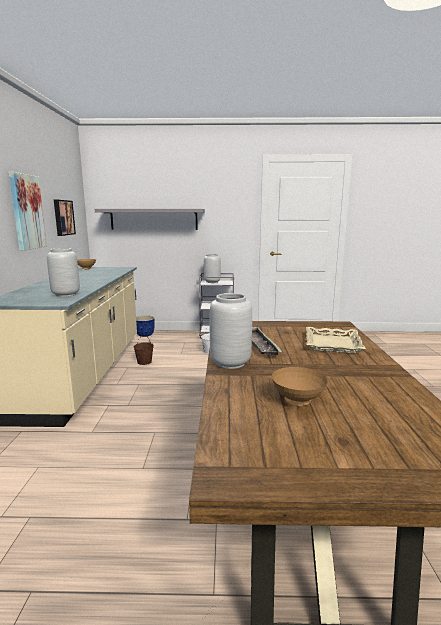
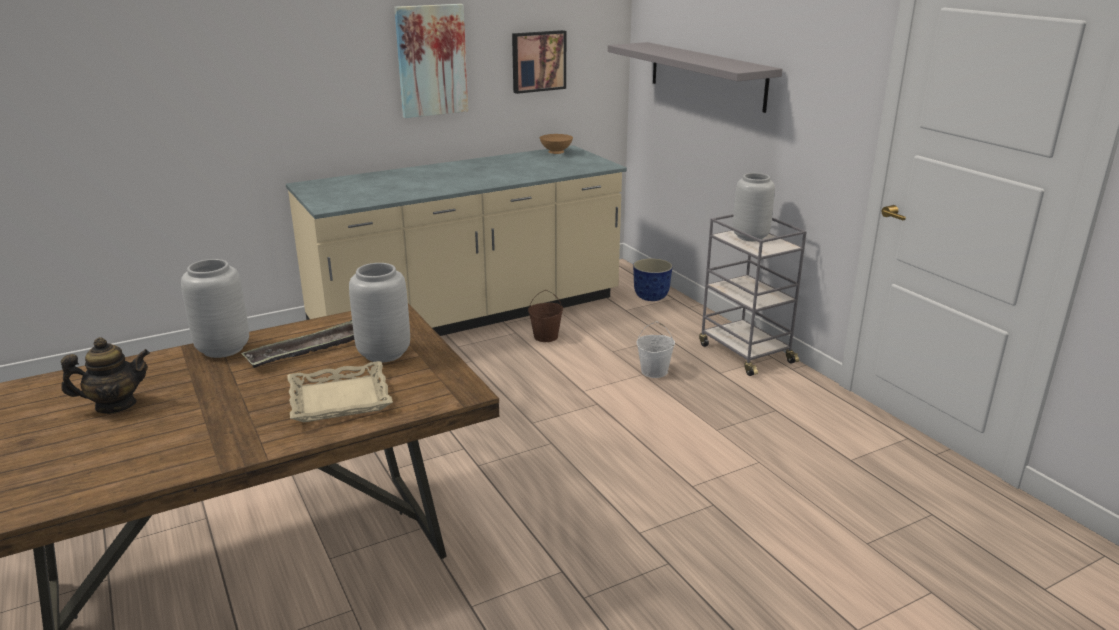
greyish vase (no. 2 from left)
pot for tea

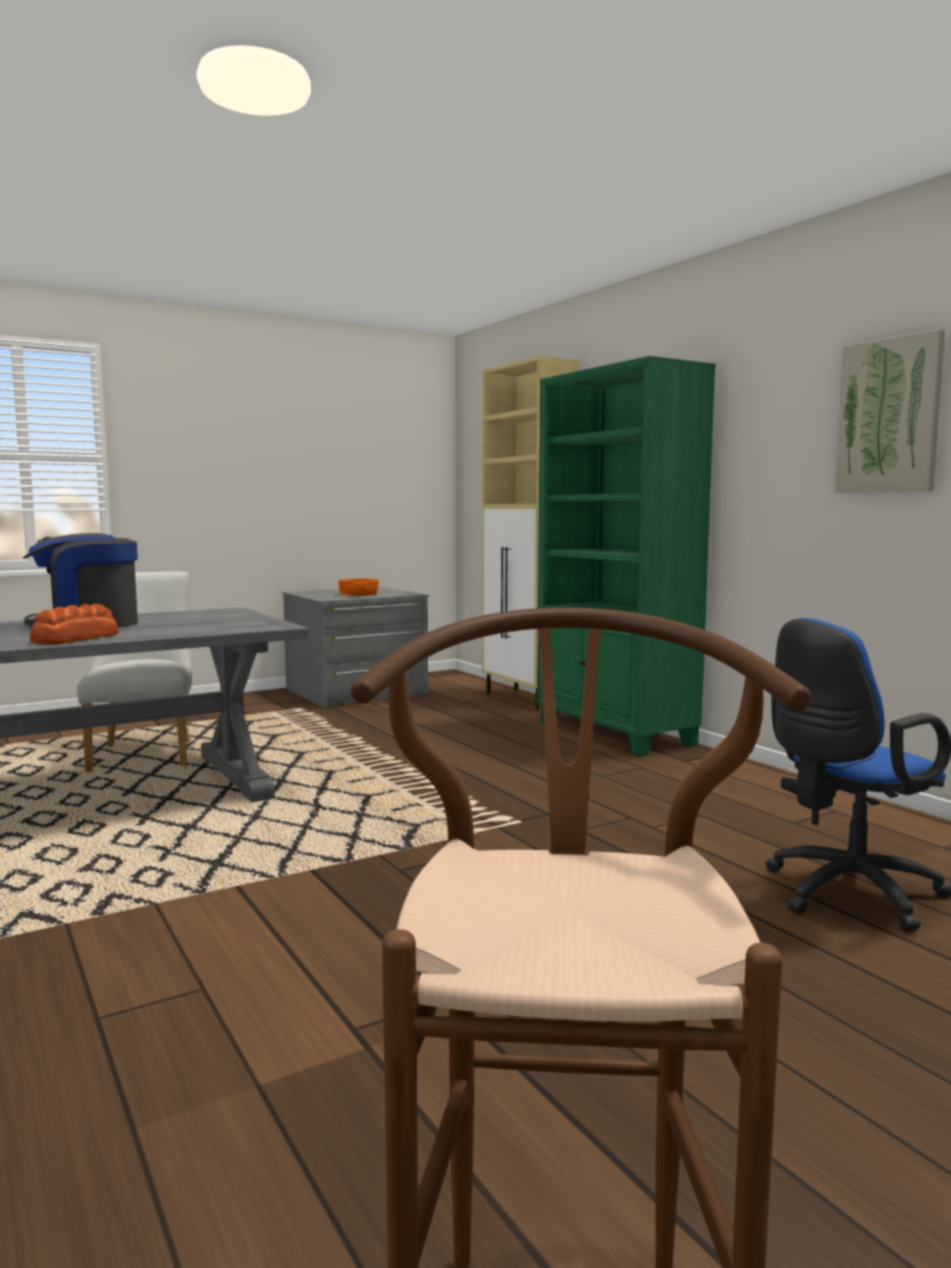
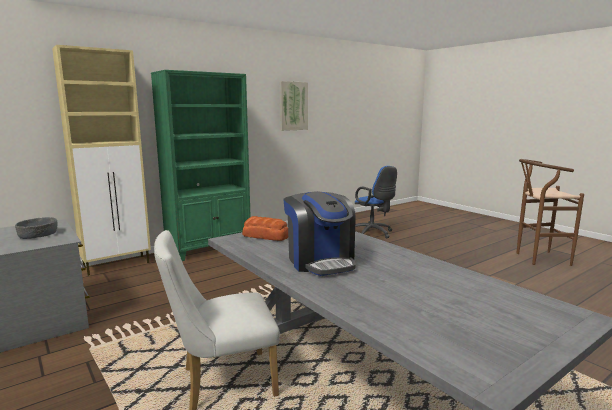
bakery bread
greyish deep dish

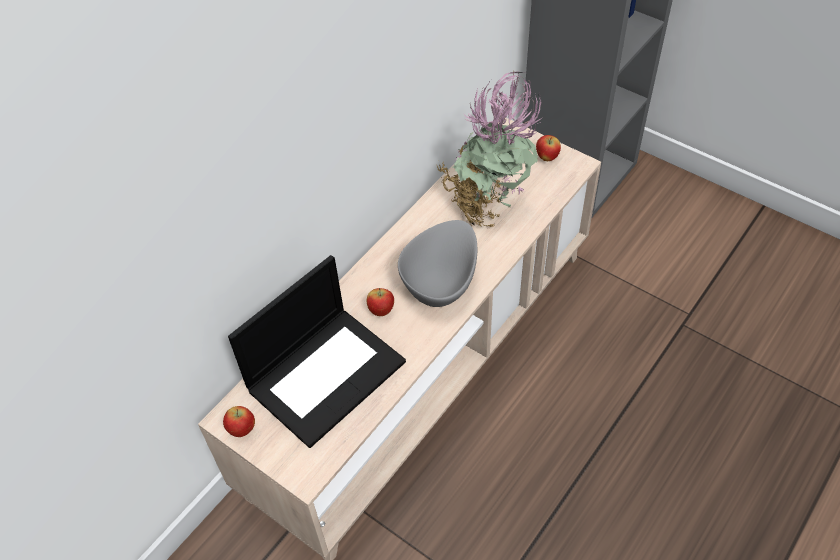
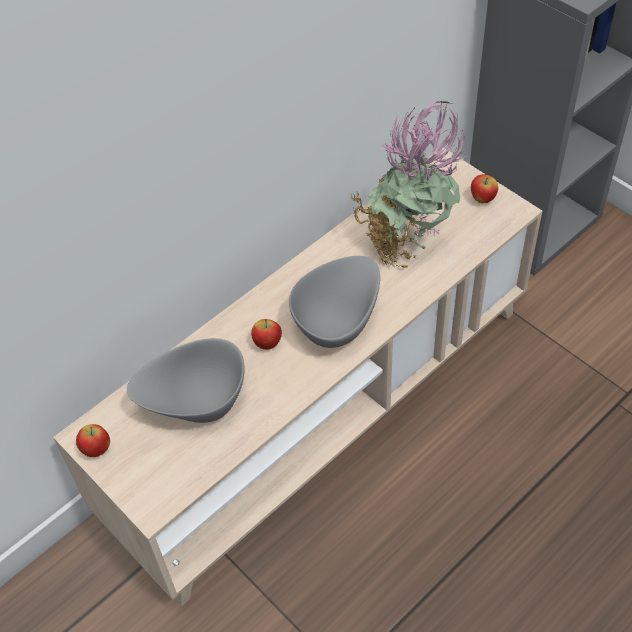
greyish deep dish (no. 1 from left)

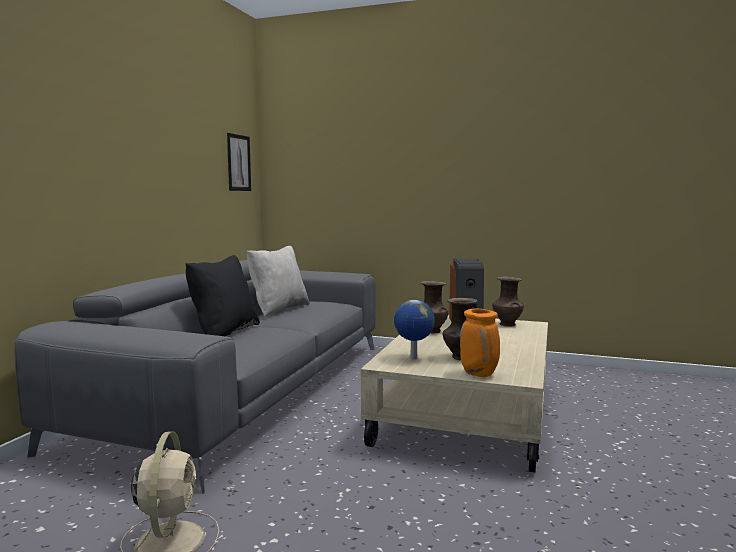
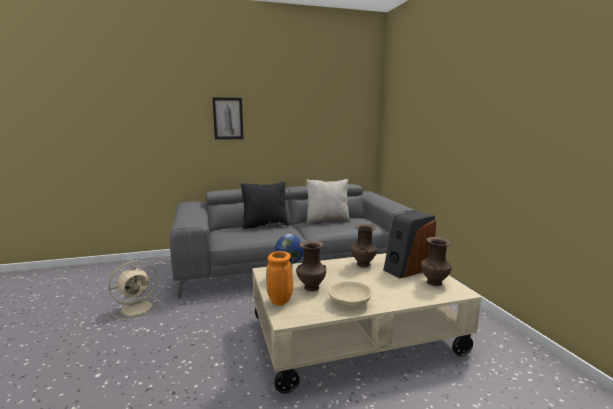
sand-coloured deep dish
picture

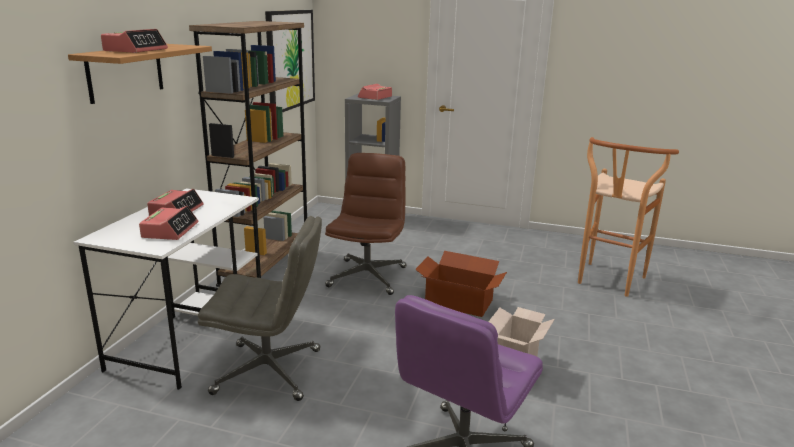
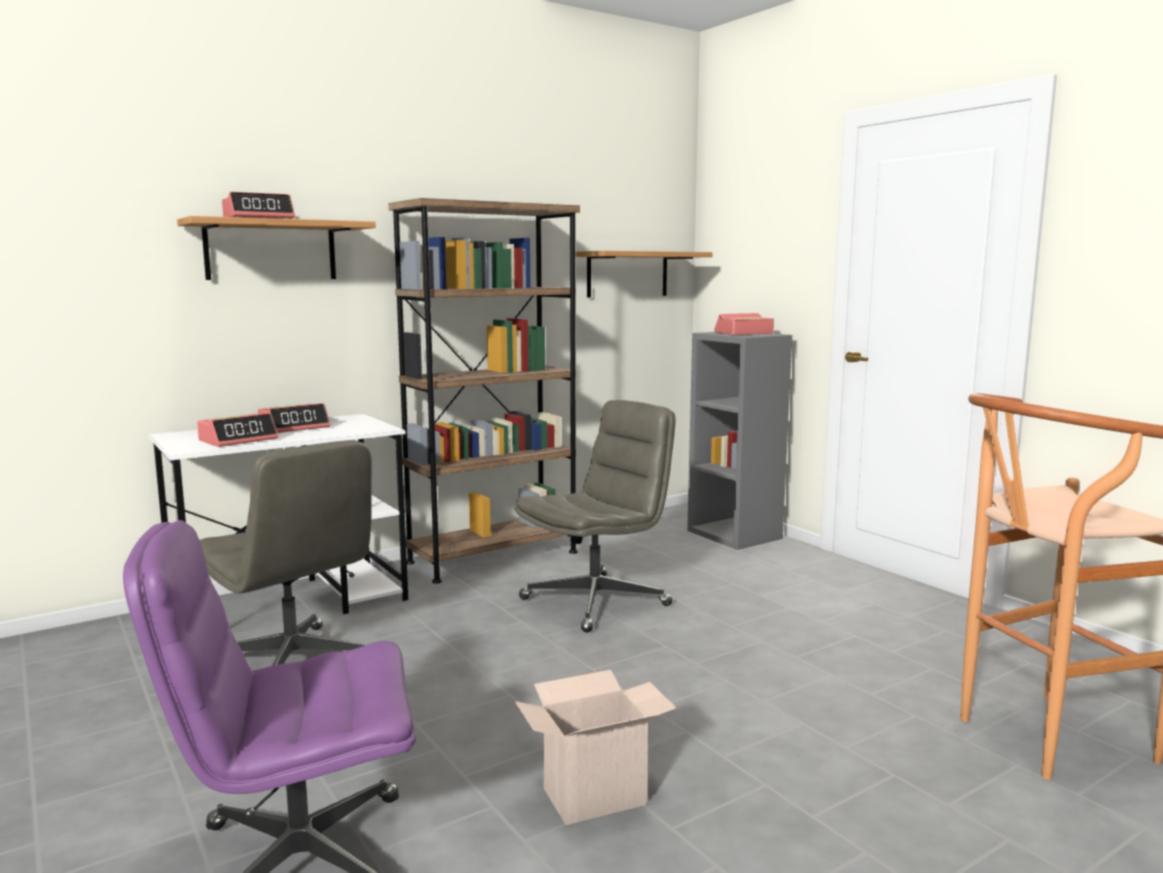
carton (no. 1 from left in the first image)
shelf (no. 2 from left)
greyish desk chair (no. 2 from left)

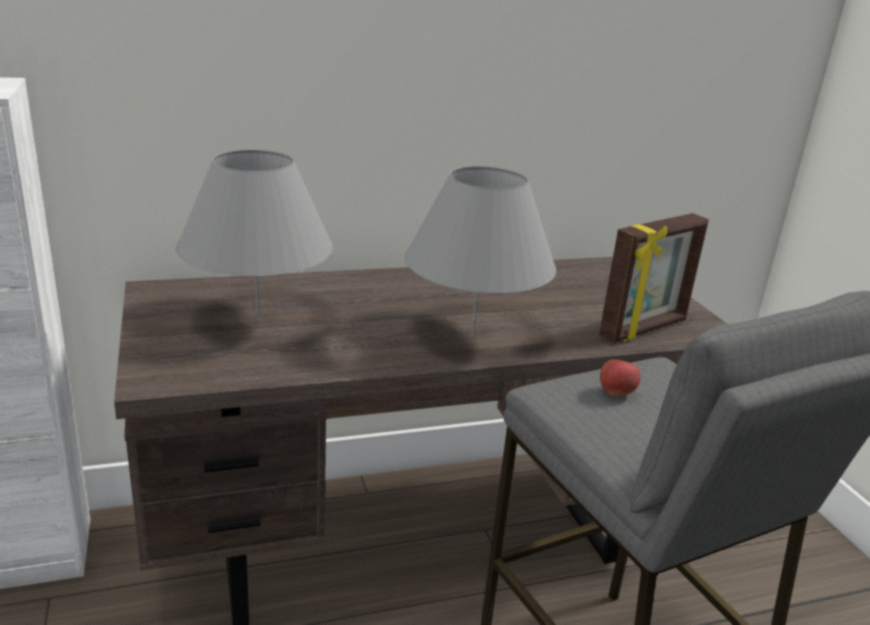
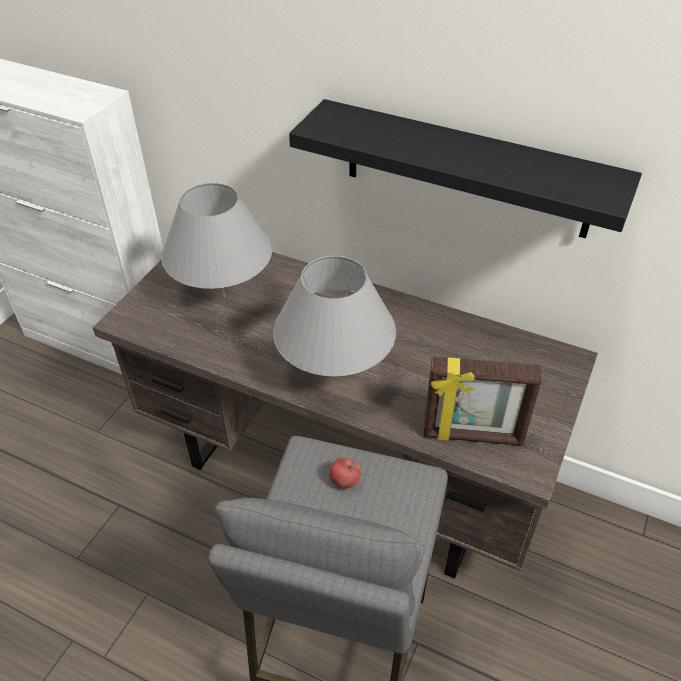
black-coloured shelf

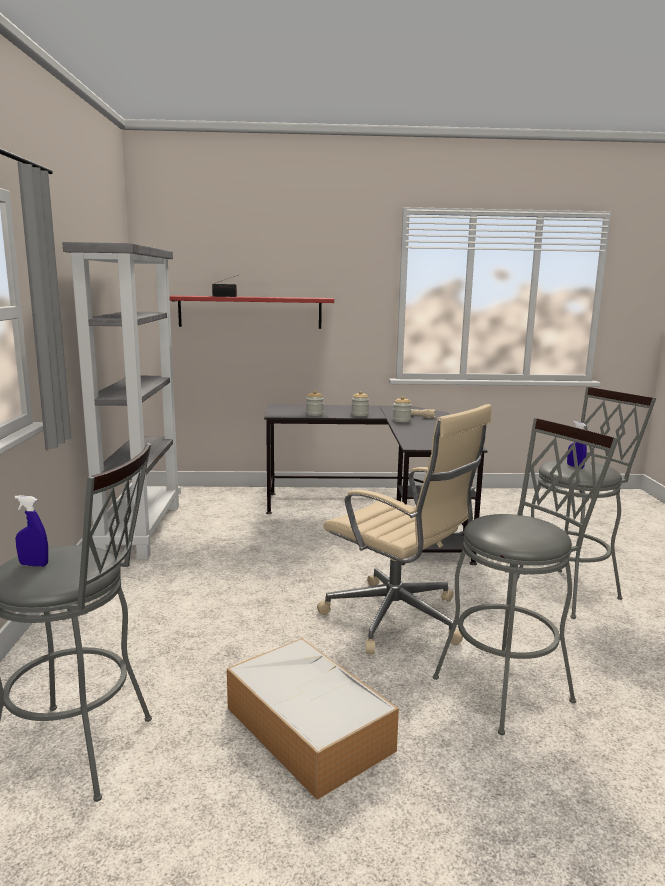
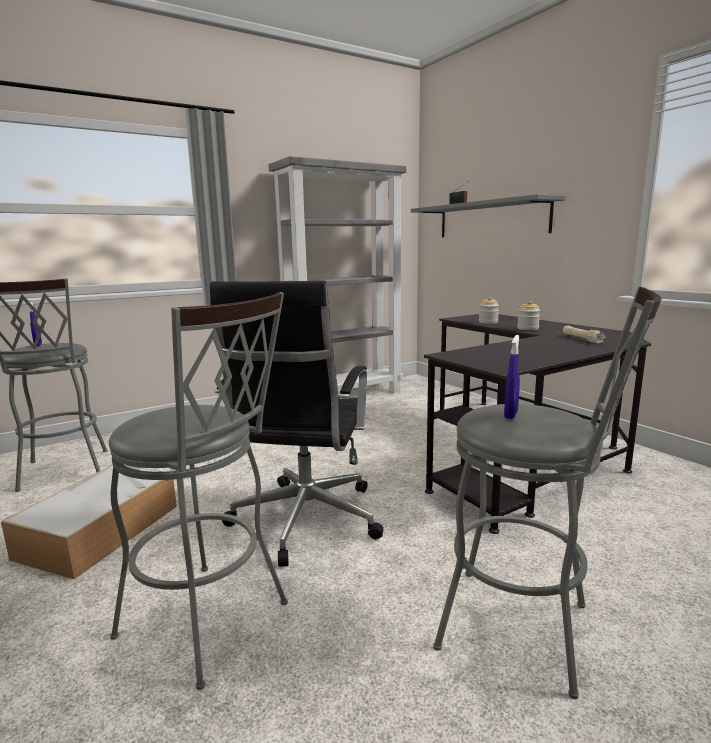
preserve jar (no. 3 from left in the first image)
greyish shelf
black-coloured desk chair

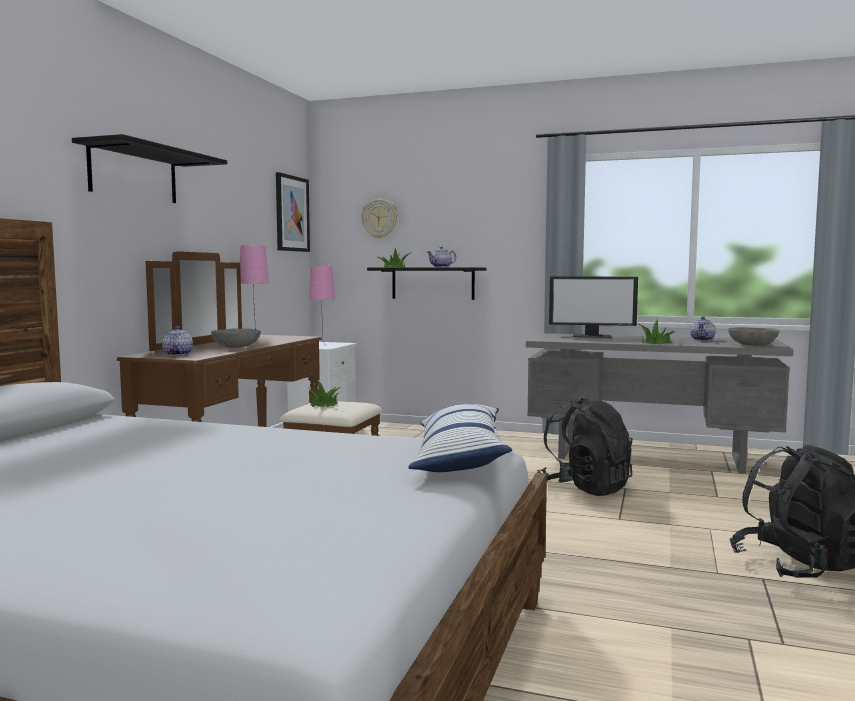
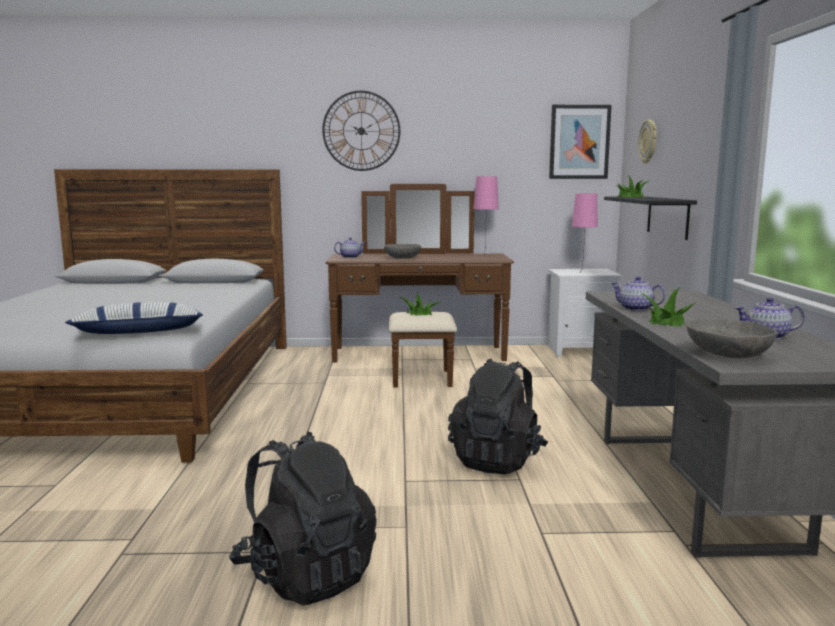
computer screen
pot for tea (no. 2 from left)
clock on the wall (no. 1 from left)

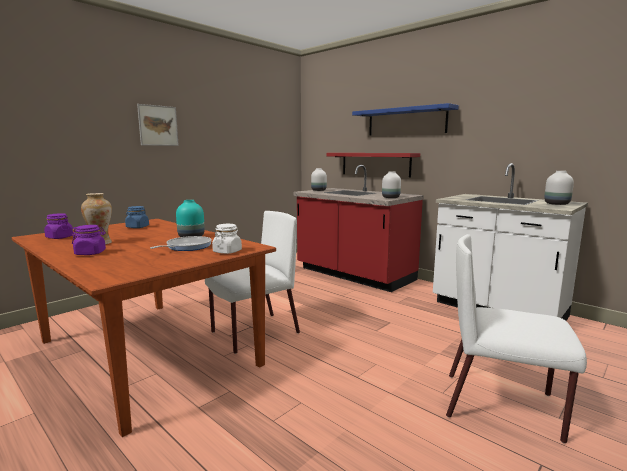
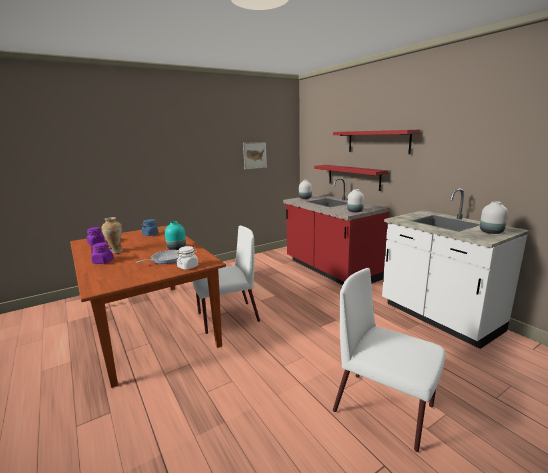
picture
red-coloured shelf (no. 2 from left)

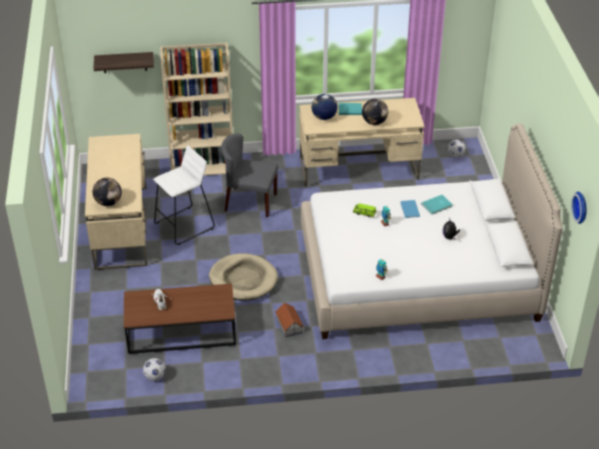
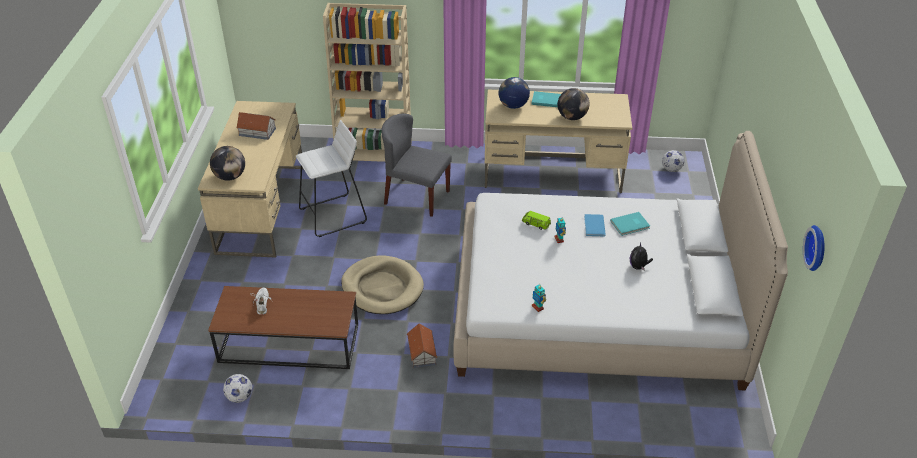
shelf
toy house (no. 1 from left)

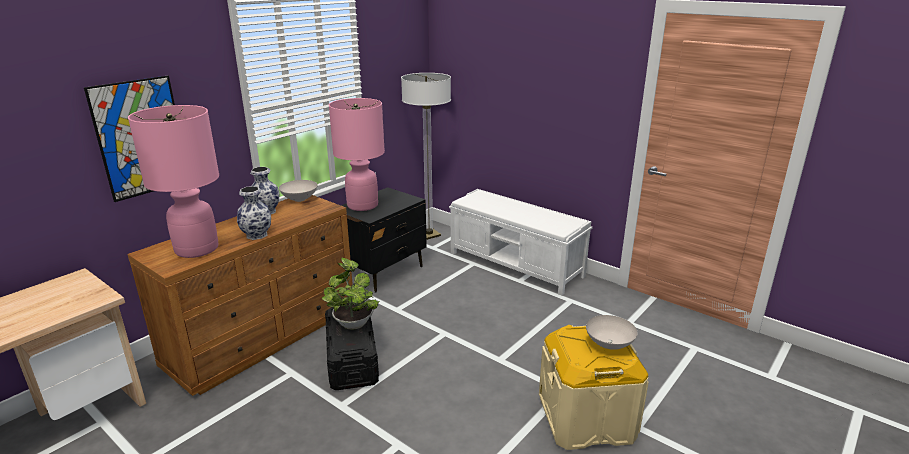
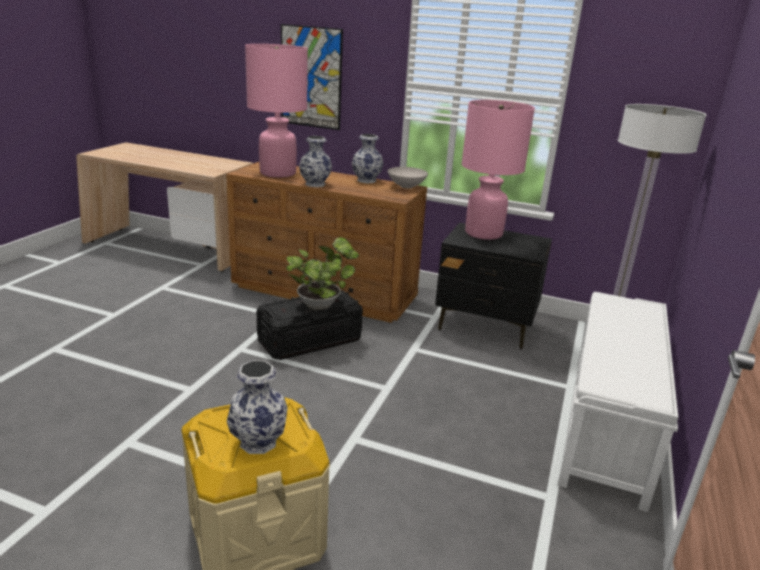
vase (no. 1 from left)

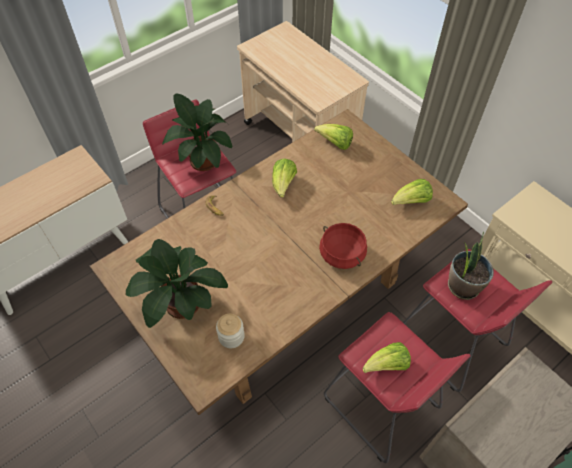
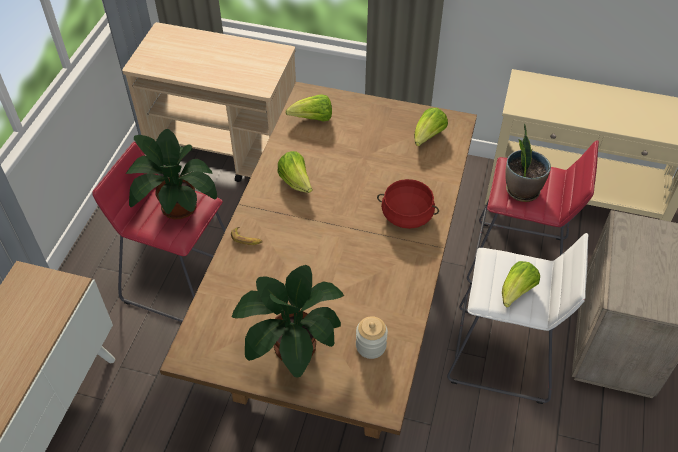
white sitting stool

